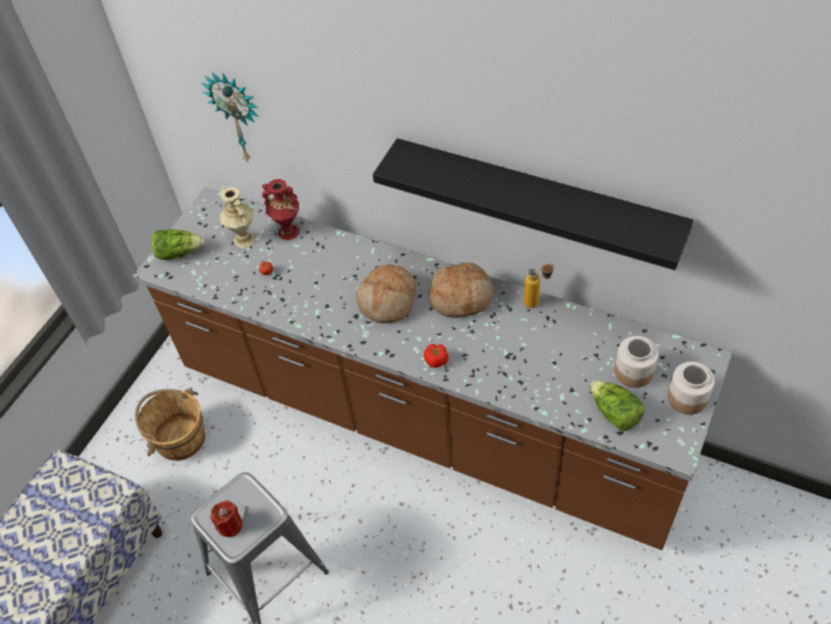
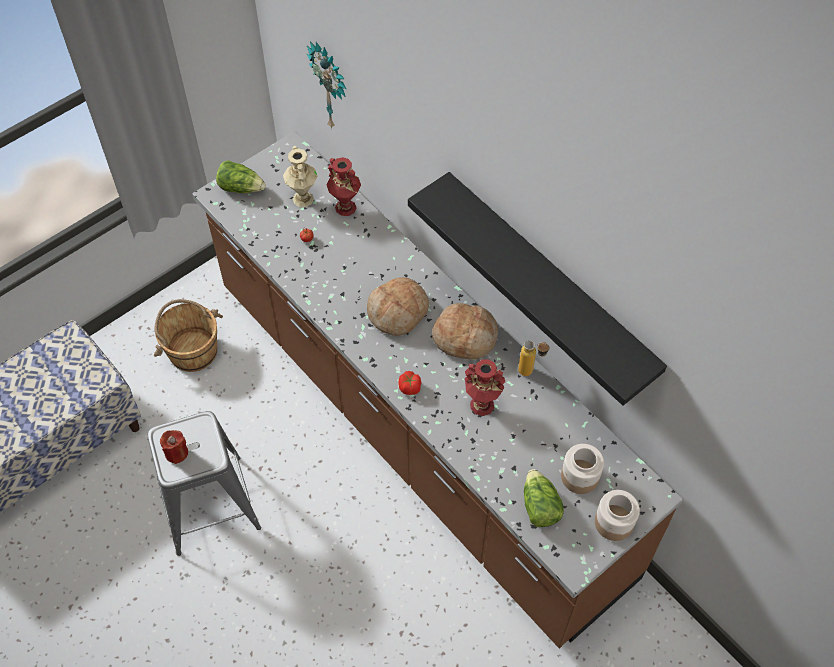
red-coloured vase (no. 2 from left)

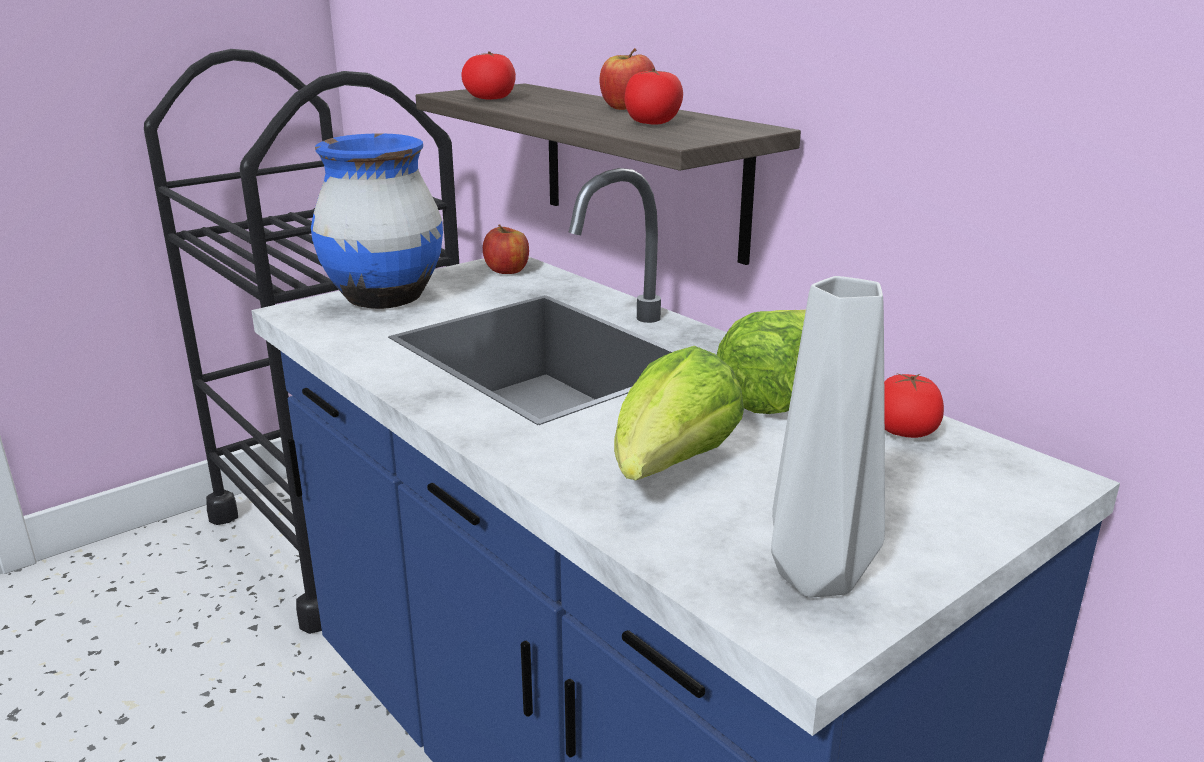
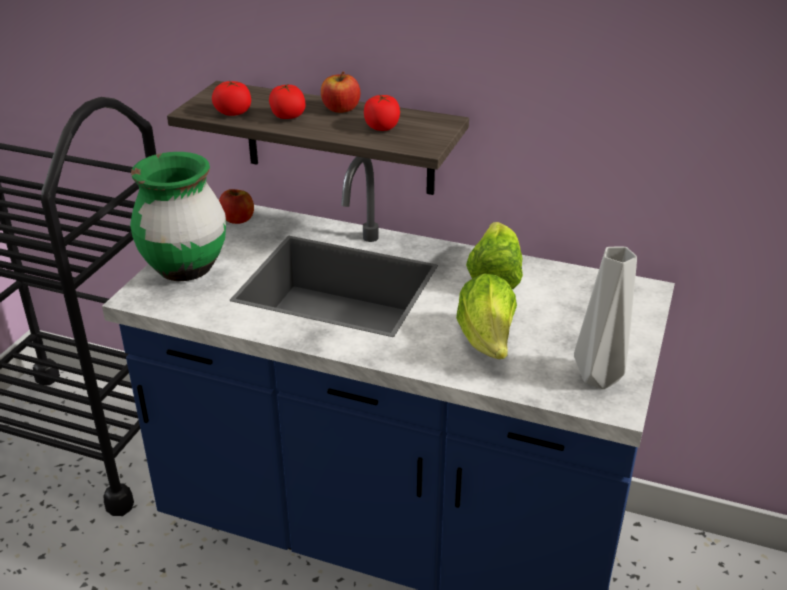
tomato (no. 2 from left)
green vase

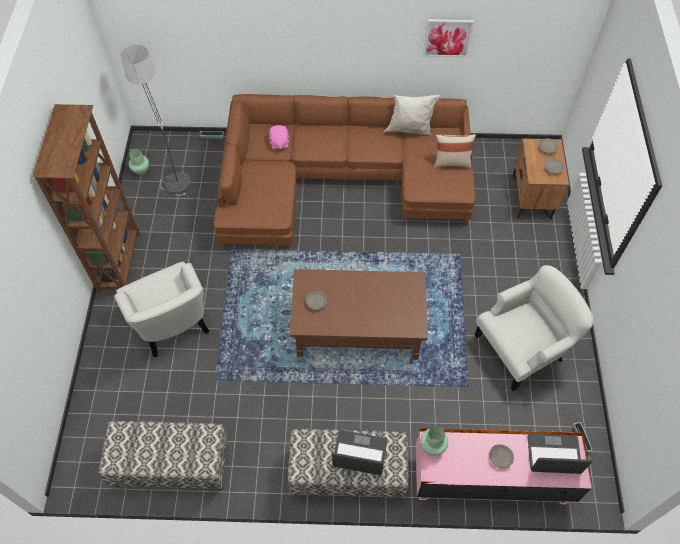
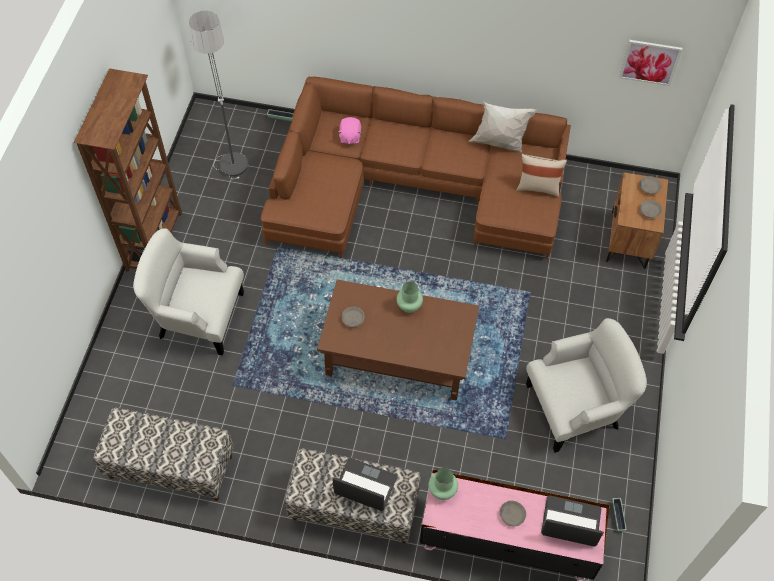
green vase (no. 1 from left)
picture
white easy chair (no. 1 from left)

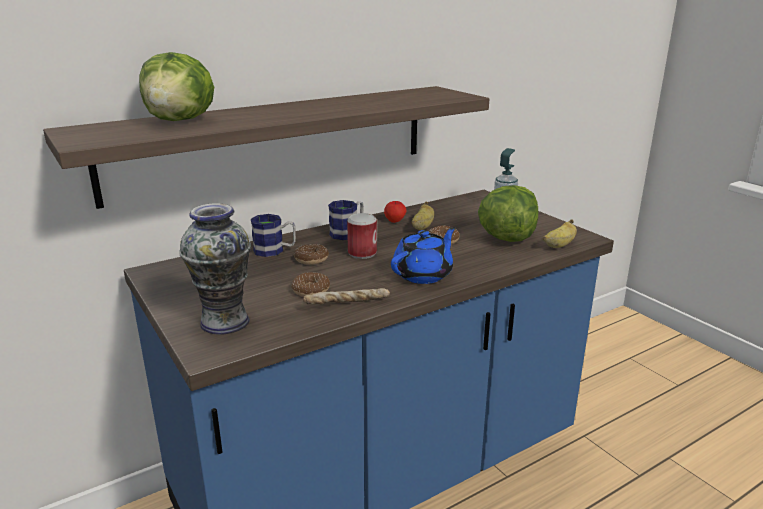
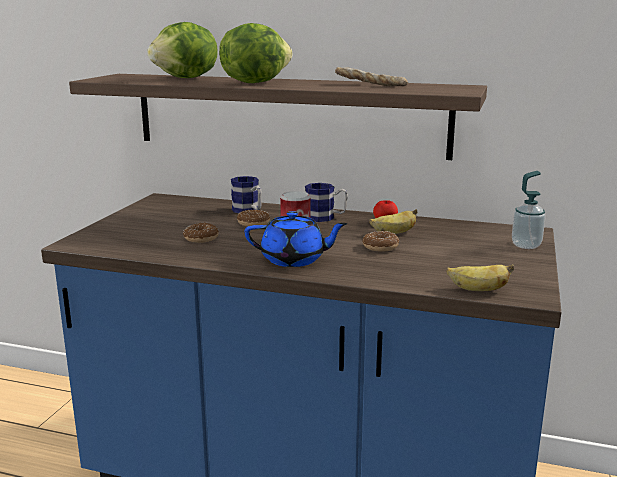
vase
bakery bread
lettuce (no. 2 from left)

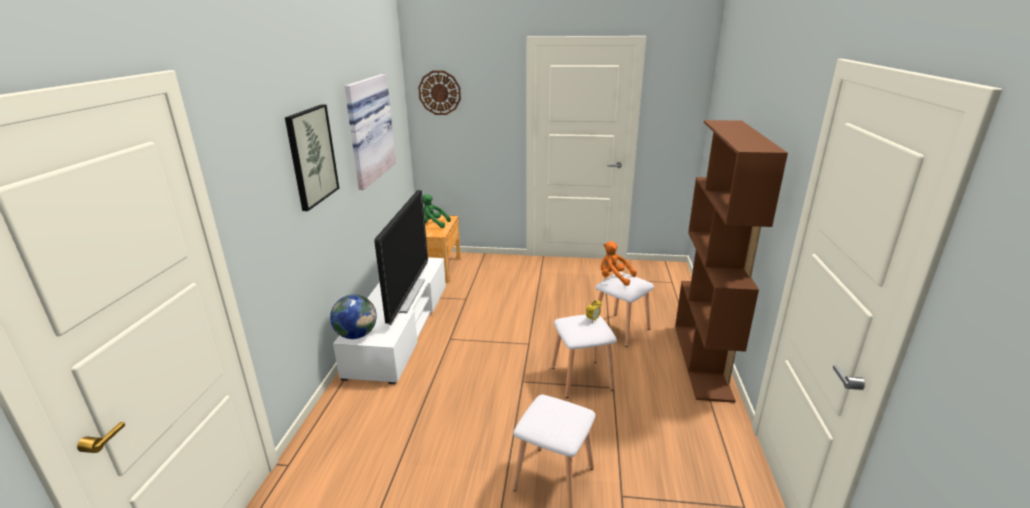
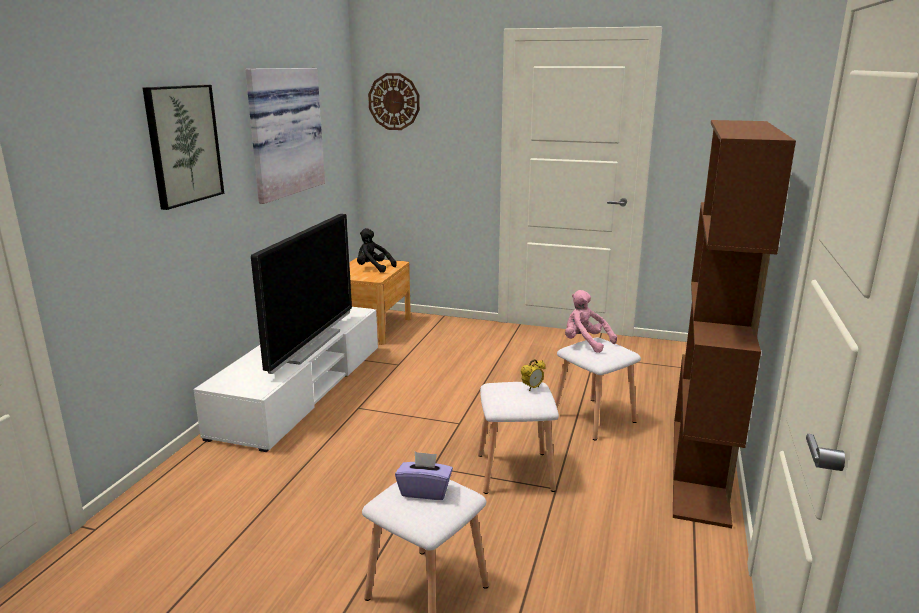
world globe
purple tissue holder
black-coloured cuddly toy
pink-coloured cuddly toy

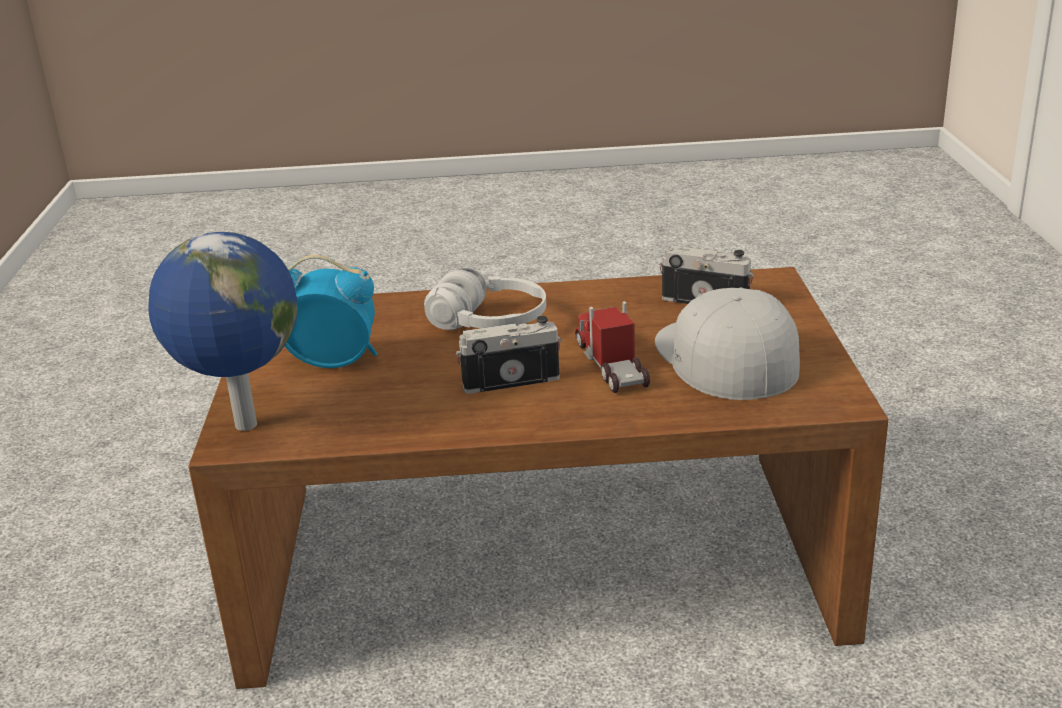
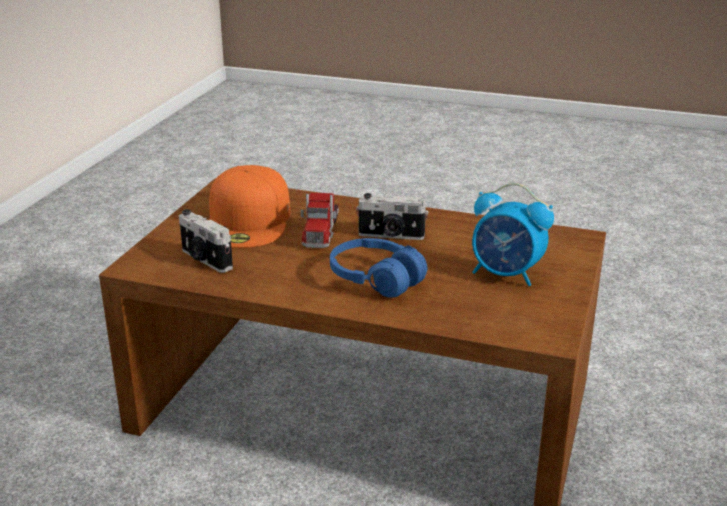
world globe
blue-coloured pair of headphones
orange-coloured baseball cap

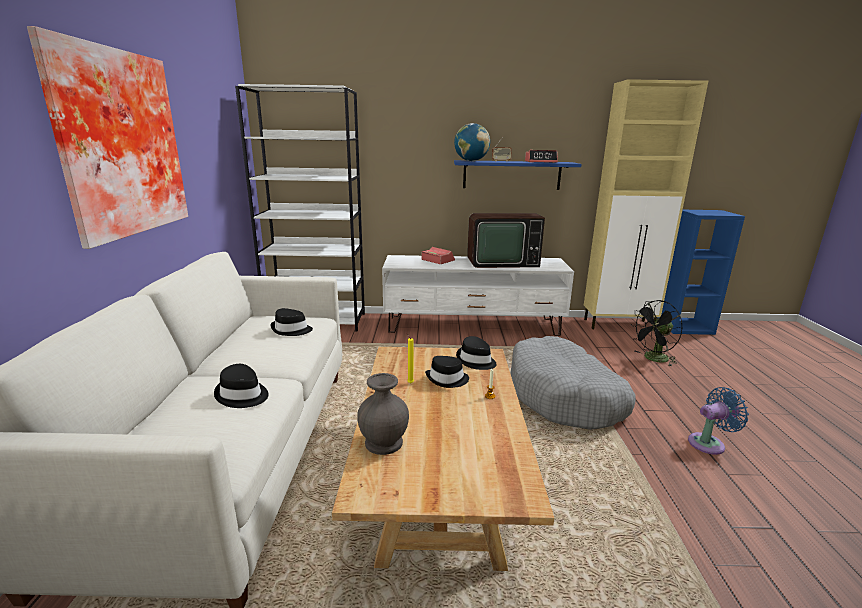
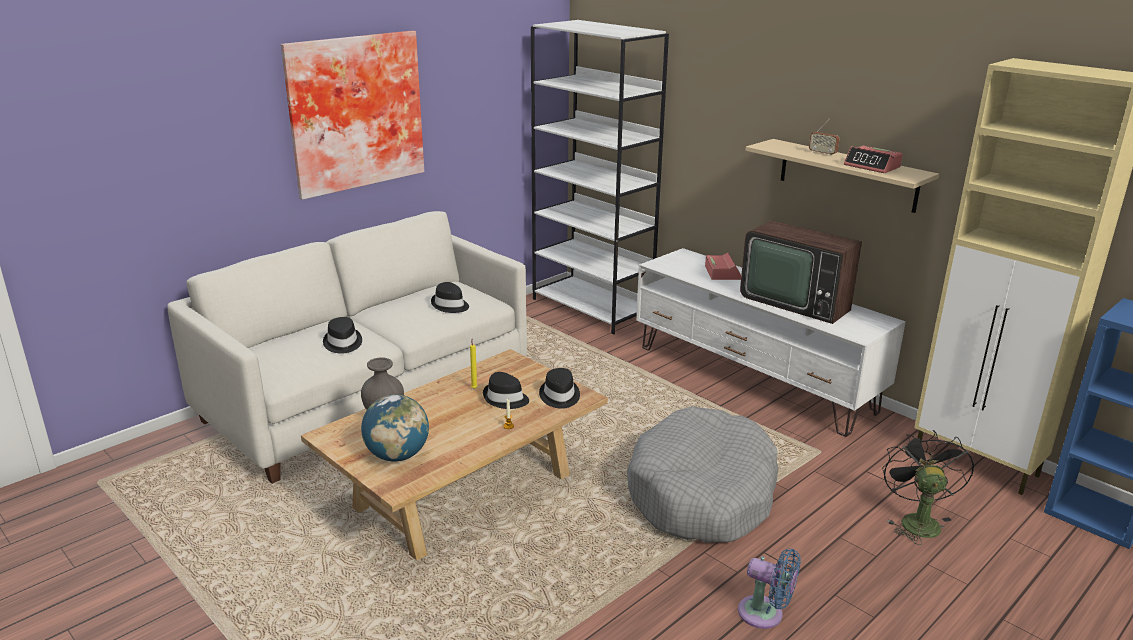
world globe
sand-coloured shelf
black-coloured electric fan

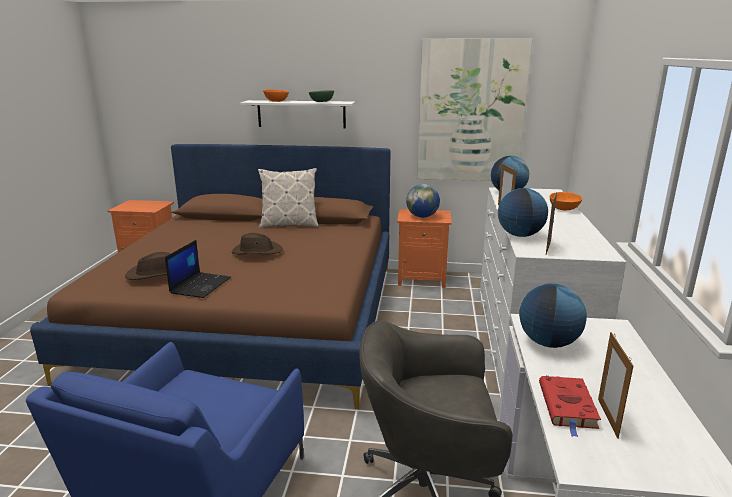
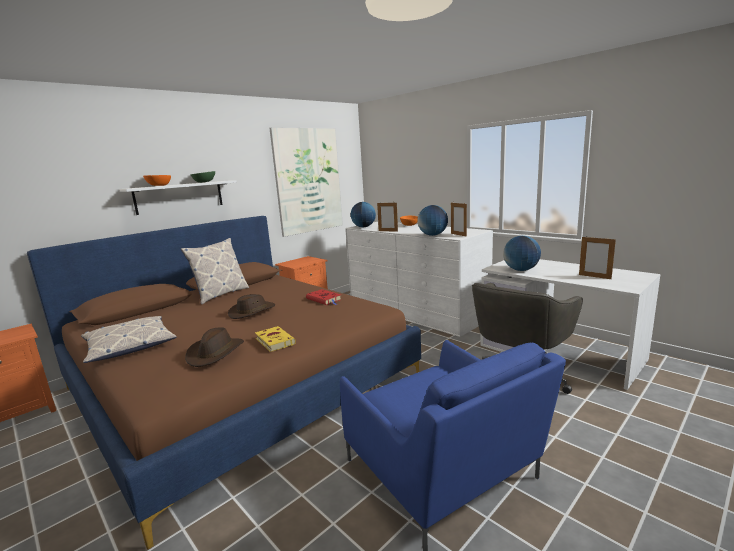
world globe (no. 1 from left in the first image)
cushion (no. 1 from left)
red-coloured book
yellowish book

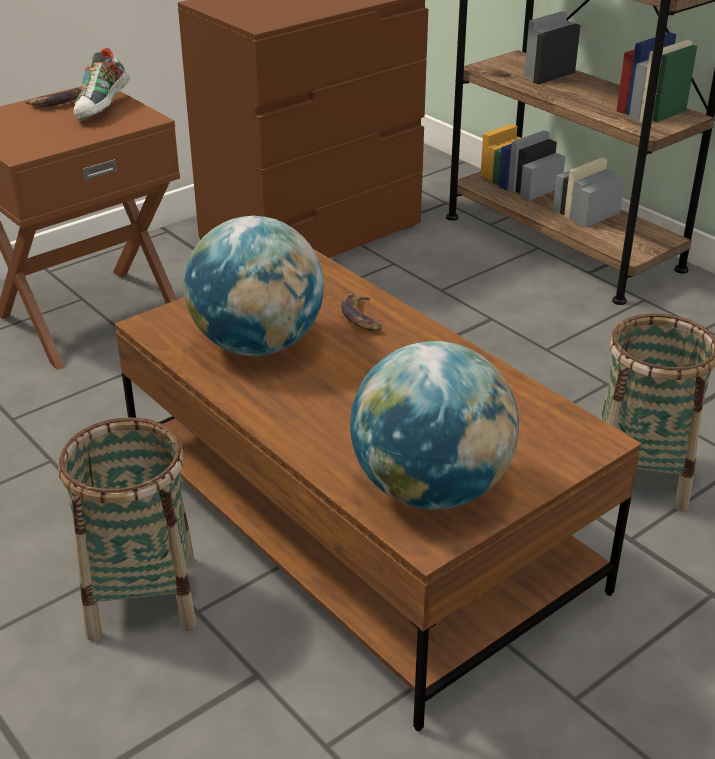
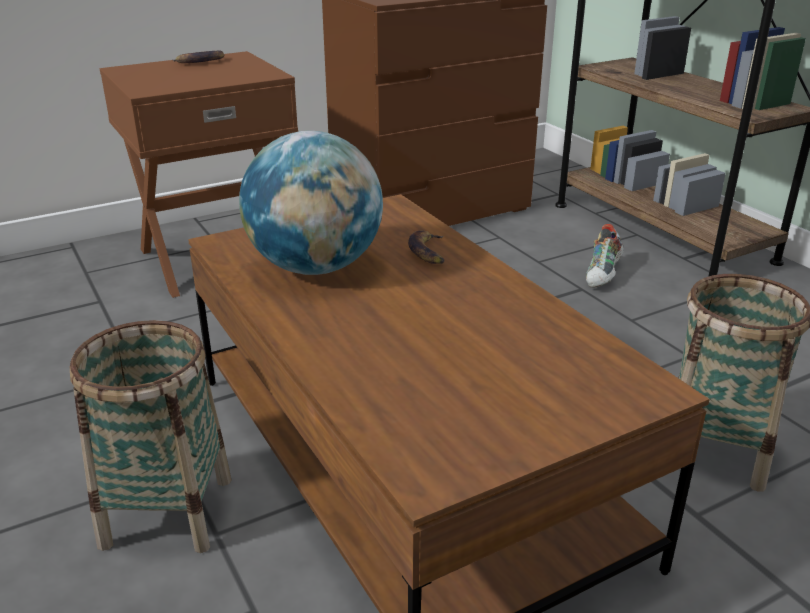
world globe (no. 2 from left in the first image)
item of footwear

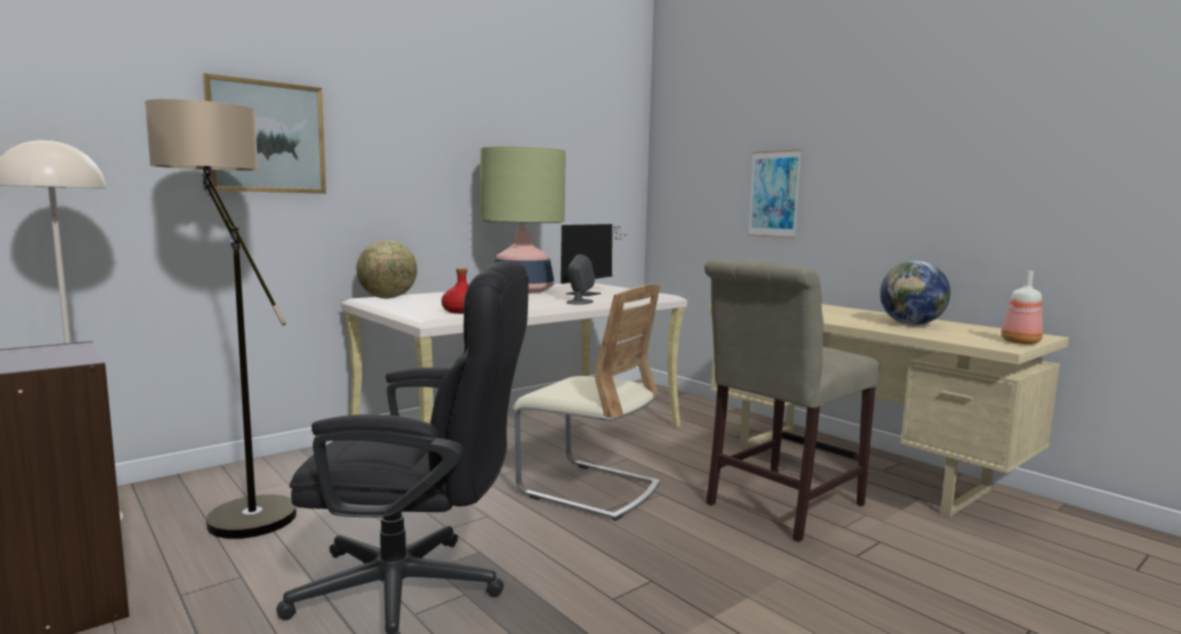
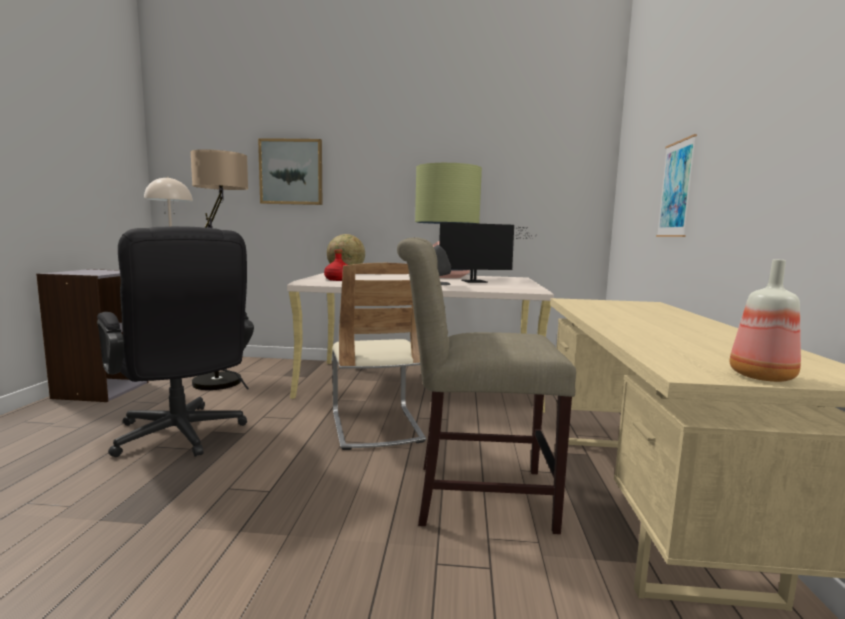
world globe (no. 2 from left in the first image)

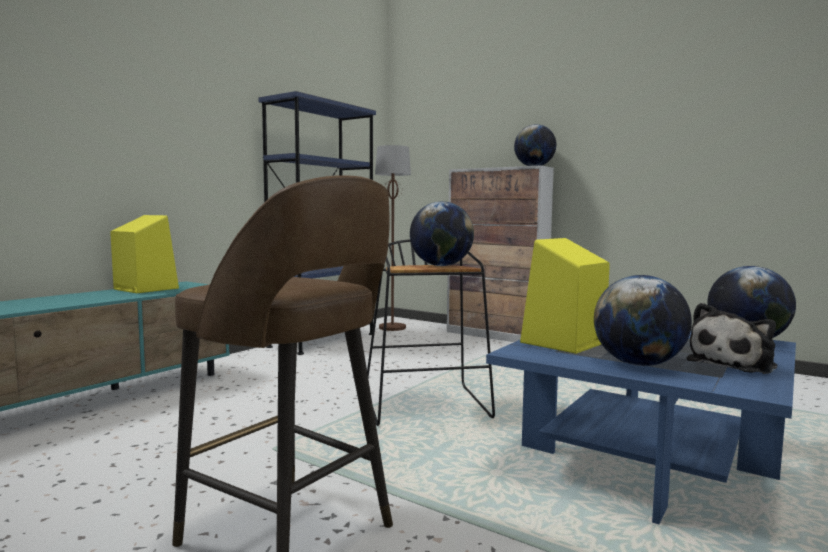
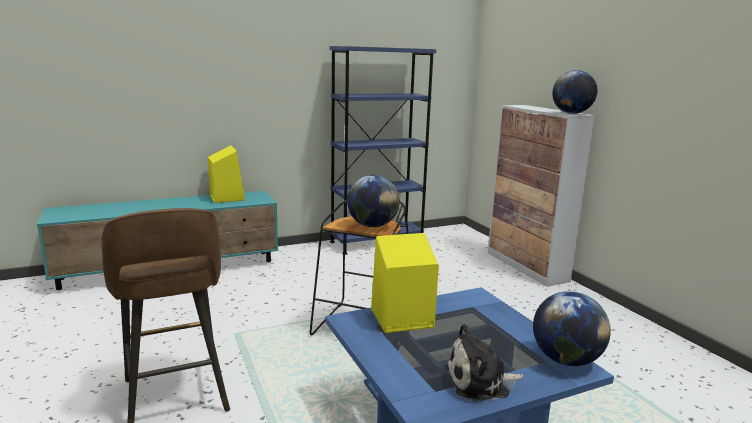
brown standard lamp
world globe (no. 3 from left in the first image)

